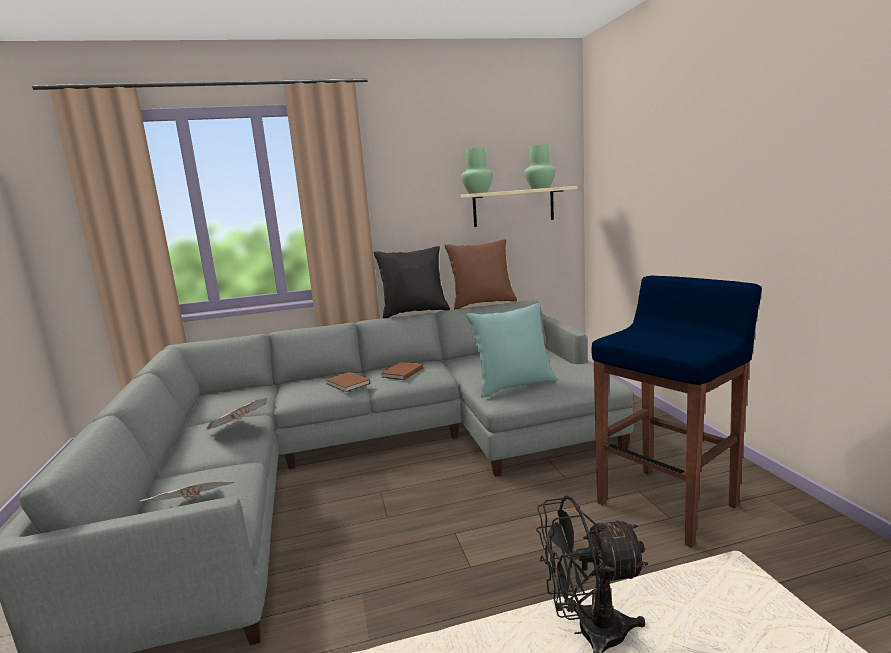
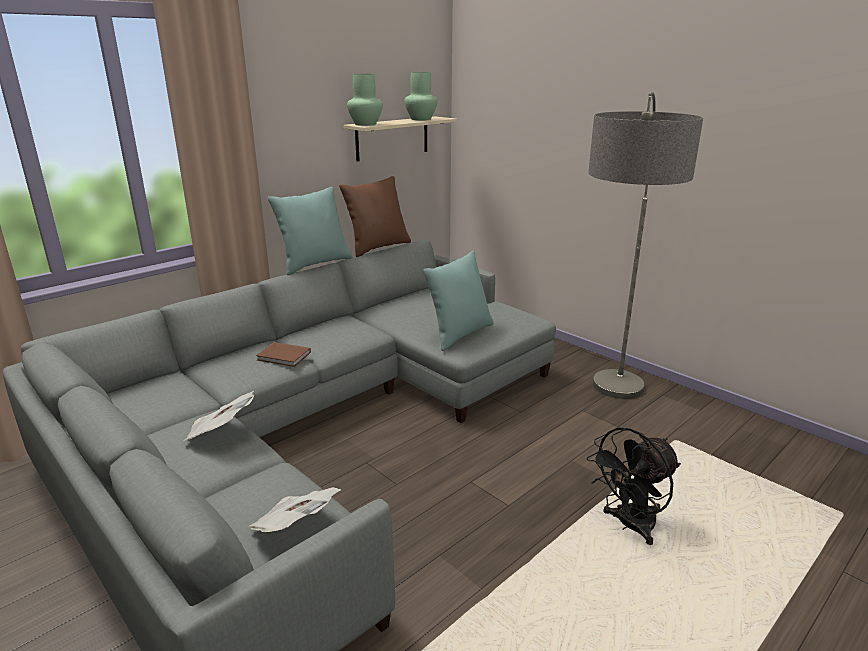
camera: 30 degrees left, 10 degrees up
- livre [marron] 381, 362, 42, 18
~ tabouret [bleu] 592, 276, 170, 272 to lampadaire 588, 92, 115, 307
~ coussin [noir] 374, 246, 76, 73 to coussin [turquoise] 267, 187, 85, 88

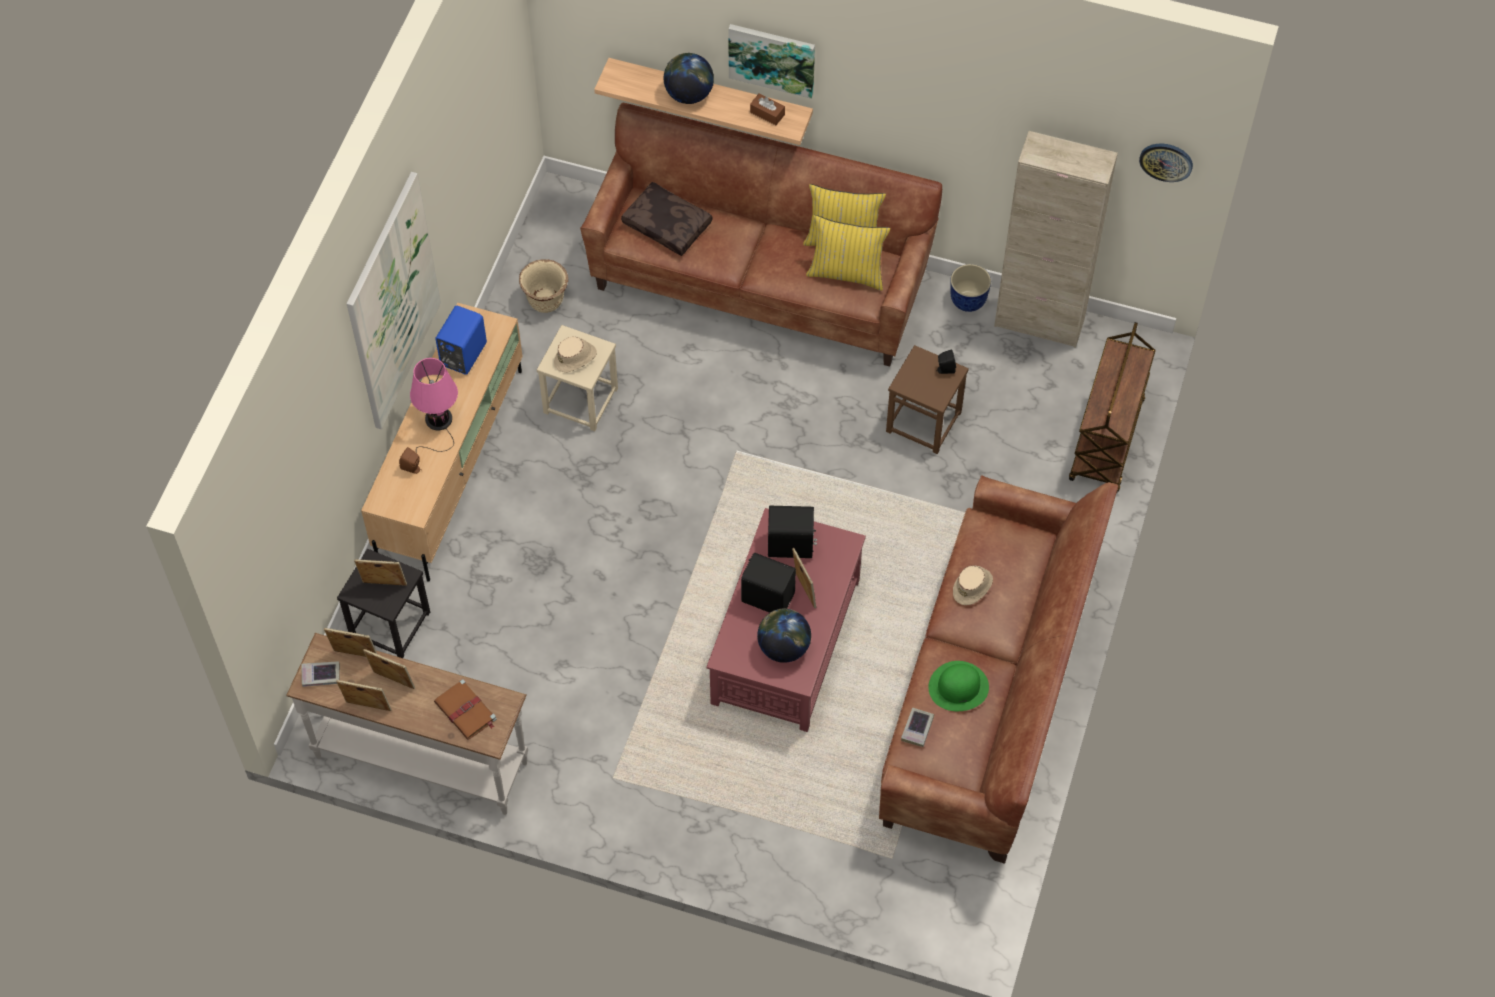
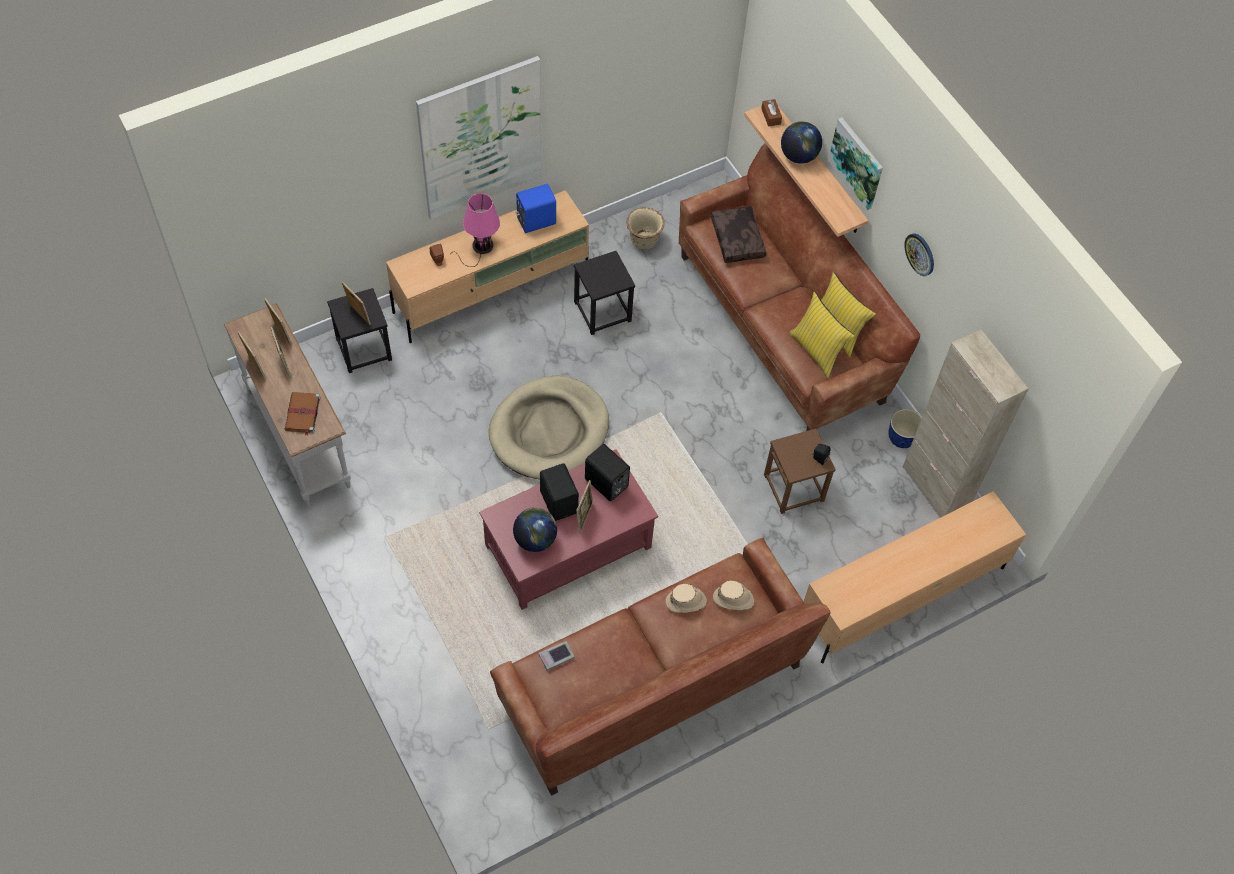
camera: 40 degrees right, 0 degrees up
- livre 302, 661, 38, 26
- chapeau [vert] 928, 661, 61, 50
+ panier pour chien [beige] 489, 376, 120, 103
~ chapeau [beige] 554, 337, 43, 35 to 713, 580, 41, 30
~ boîte à mouchoirs [marron] 750, 93, 35, 32 to 761, 99, 21, 28
~ horloge murale 1139, 144, 54, 38 to 904, 233, 30, 43
~ chariot [marron] 1069, 322, 87, 170 to meuble télé [beige] 803, 491, 223, 172
~ tabouret [beige] 537, 325, 81, 106 to tabouret [noir] 574, 251, 61, 84

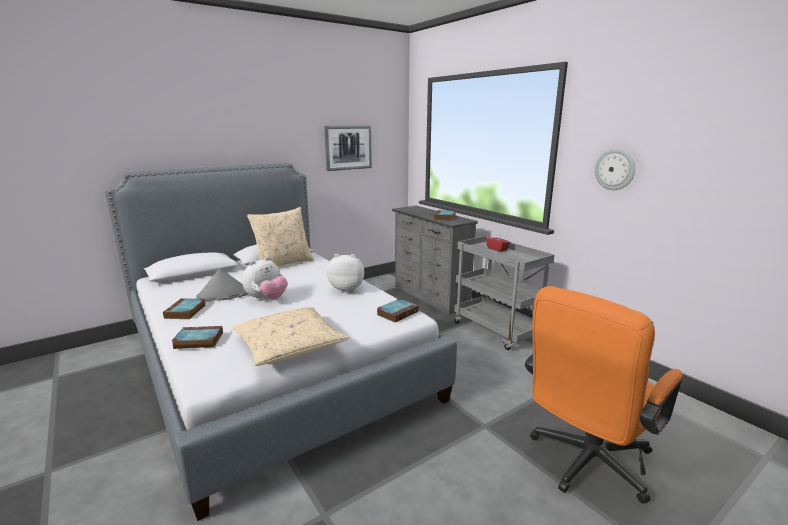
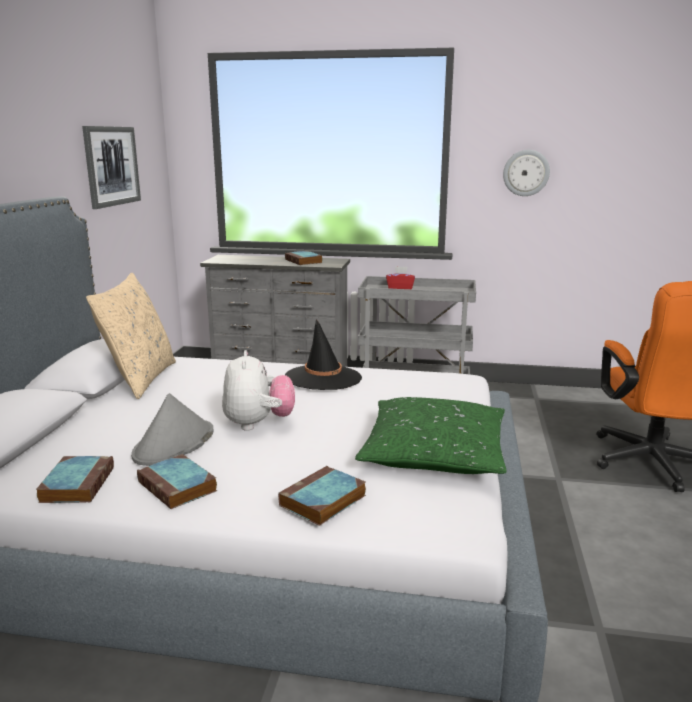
camera: 45 degrees left, 0 degrees up
~ livre 377, 299, 42, 23 to 36, 456, 78, 47
~ peluche 327, 254, 37, 39 to chapeau [noir] 285, 319, 77, 71
~ coussin [beige] 232, 307, 117, 59 to coussin [vert] 355, 397, 152, 77

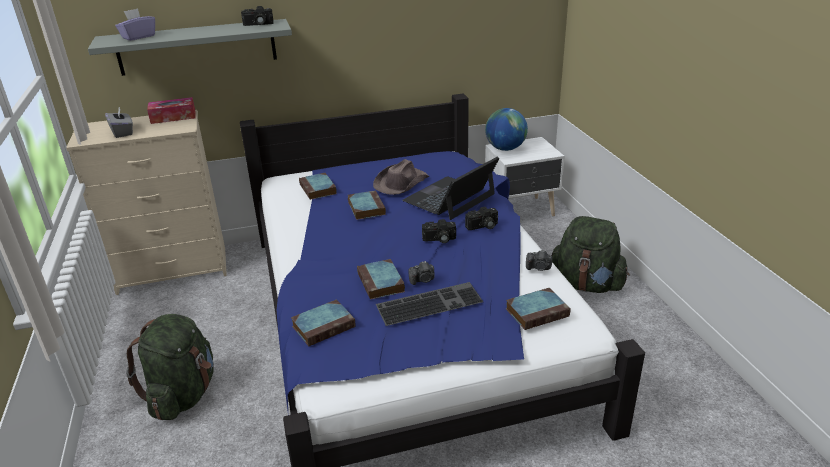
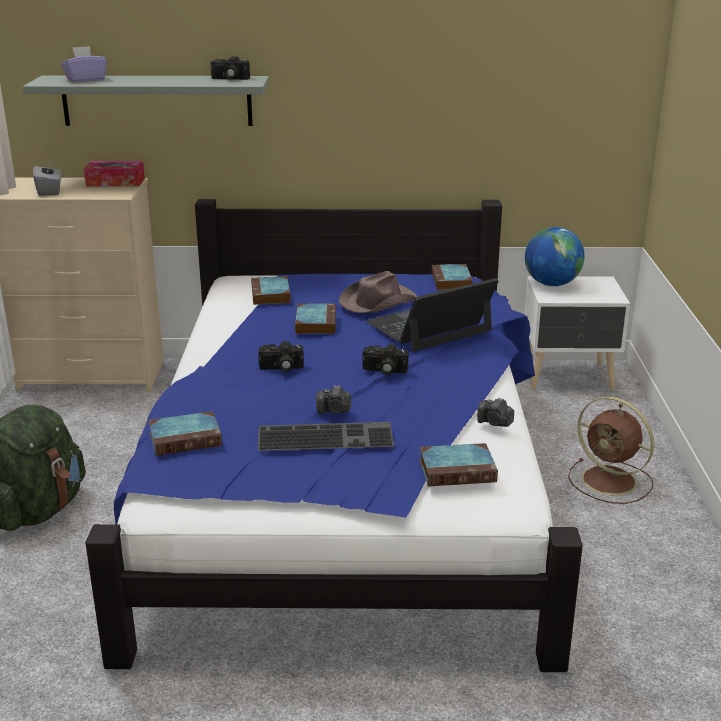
camera: 15 degrees right, 5 degrees down
~ livre 357, 259, 48, 41 to 432, 264, 41, 26
~ appareil photo 465, 207, 33, 23 to 258, 341, 46, 31
~ sac à dos [vert] 551, 216, 79, 77 to ventilateur [marron] 568, 397, 86, 107

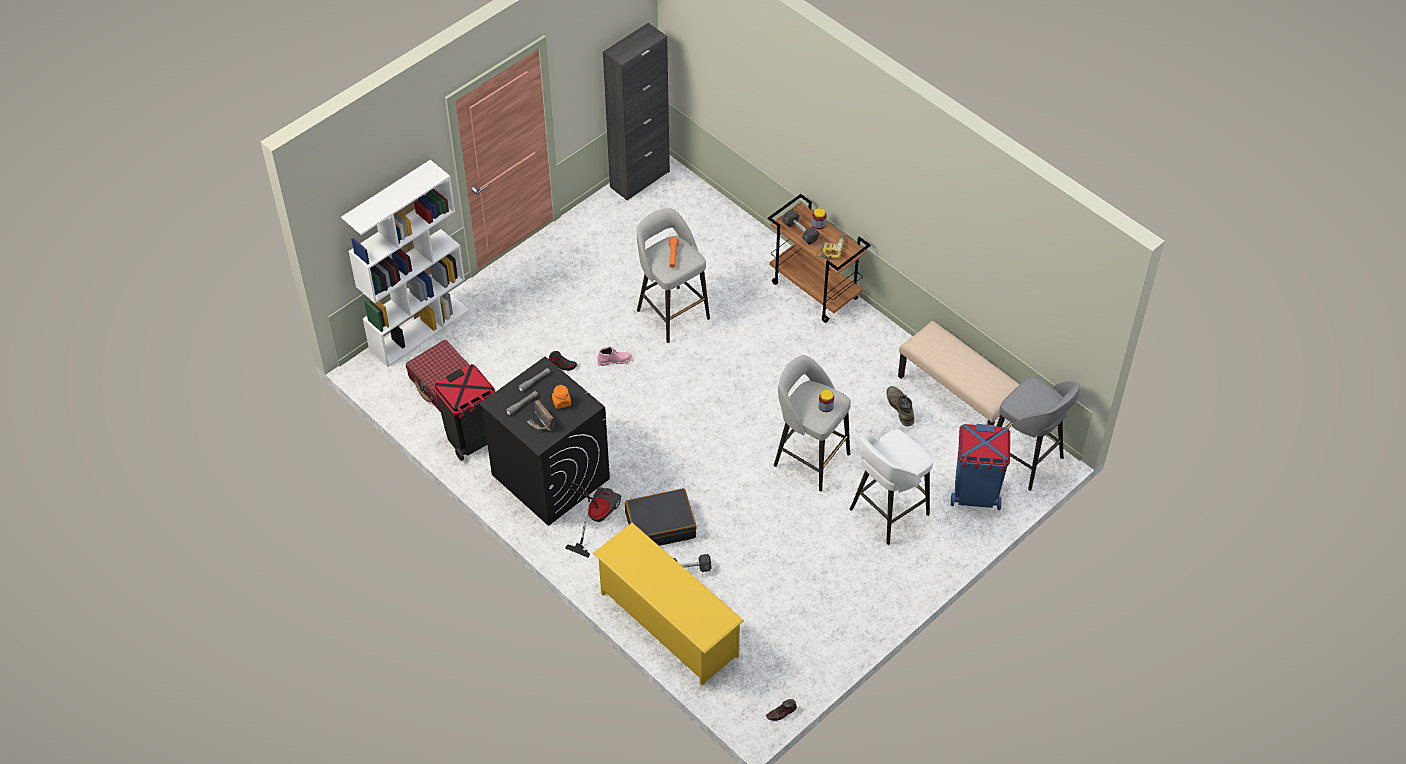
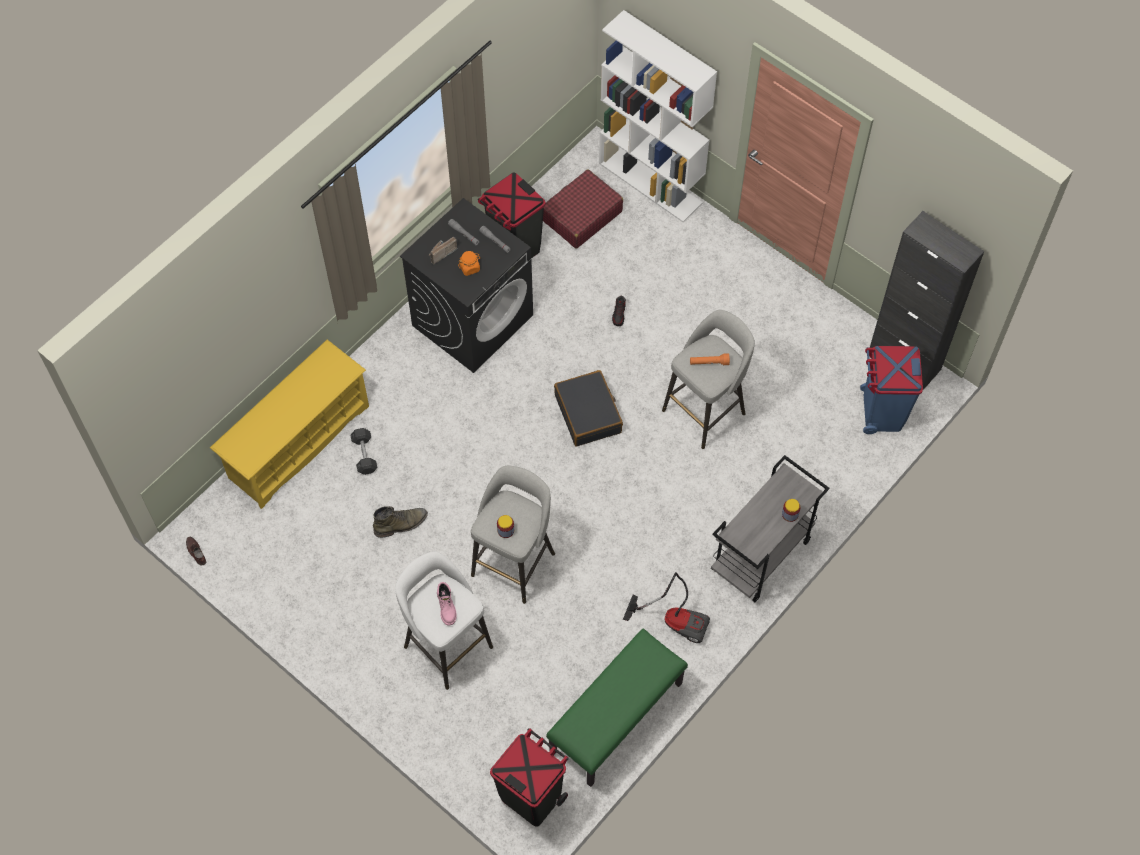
camera: 85 degrees right, 10 degrees up
- haltère [gris] 782, 209, 38, 36
- perceuse 816, 235, 29, 24
~ aspirateur 565, 483, 57, 75 to 623, 572, 87, 71
~ botte [rose] 598, 347, 34, 19 to 437, 582, 20, 43
~ valise [noir] 625, 488, 72, 58 to 554, 370, 69, 77
~ botte [vert] 886, 386, 28, 40 to 373, 506, 55, 32
~ poubelle [bleu] 951, 424, 59, 86 to 860, 346, 63, 88
~ tabouret [gris] 996, 376, 84, 115 to poubelle [noir] 490, 729, 79, 98
~ chariot [marron] 768, 194, 103, 129 to chariot [gris] 711, 455, 118, 147
~ banc [beige] 898, 321, 122, 104 to banc [vert] 546, 629, 142, 158

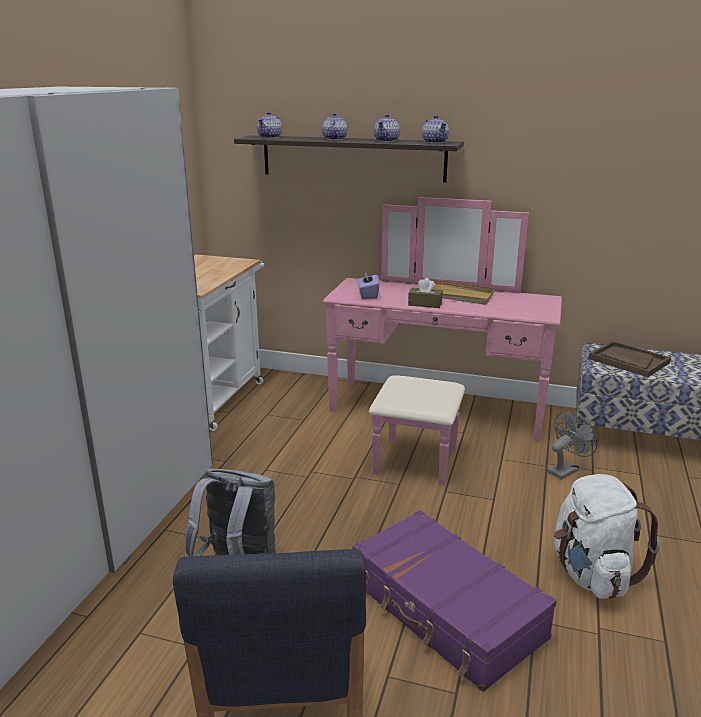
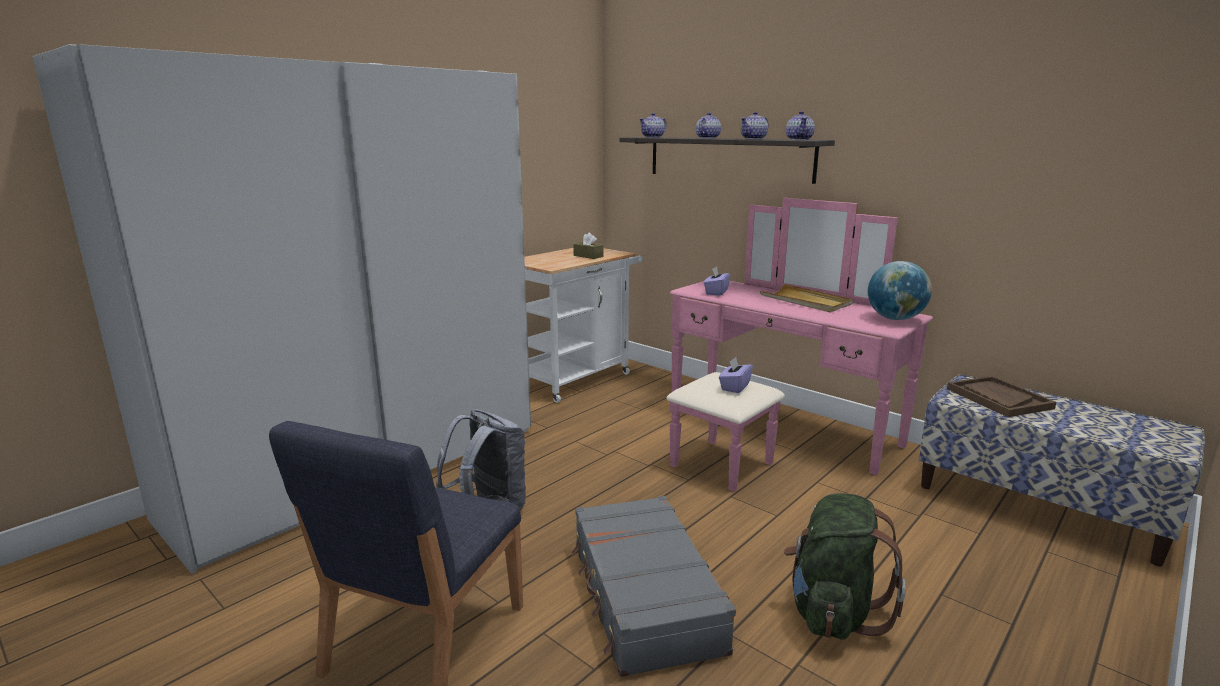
camera: 25 degrees right, 5 degrees down
- ventilateur [gris] 548, 411, 49, 69
+ boîte à mouchoirs [violet] 719, 357, 34, 36
+ globe 868, 261, 64, 59
~ boîte à mouchoirs [marron] 408, 278, 35, 30 to 573, 233, 30, 26
~ valise [violet] 353, 510, 204, 182 to valise [gris] 572, 496, 164, 181
~ sac à dos [blanc] 554, 474, 106, 125 to sac à dos [vert] 784, 493, 122, 147

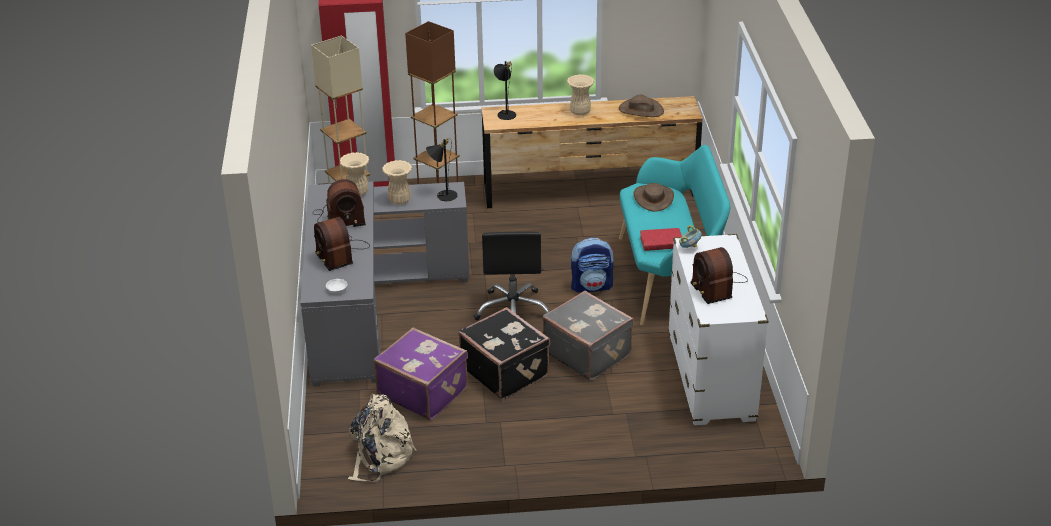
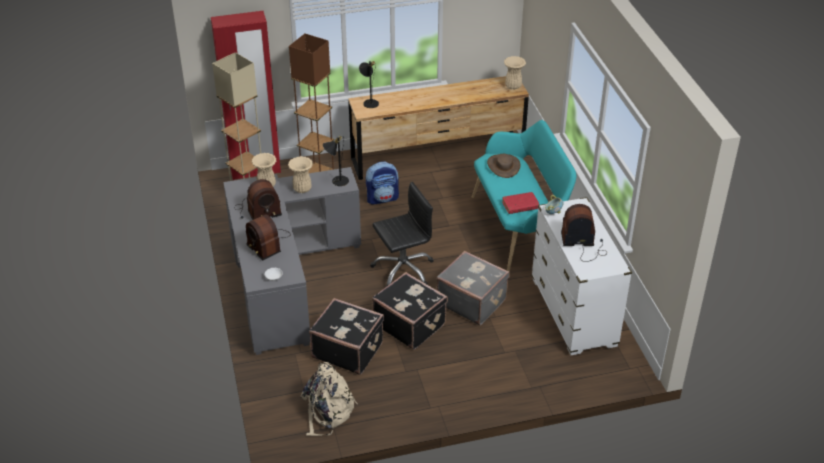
camera: 10 degrees left, 5 degrees up
- chapeau [marron] 619, 94, 45, 23
~ vase [beige] 567, 74, 27, 42 to 504, 56, 22, 33
~ sac à dos 571, 237, 43, 56 to 366, 161, 33, 43
~ valise [violet] 374, 327, 94, 93 to valise [noir] 309, 298, 75, 76
~ chaise de bureau [noir] 474, 231, 76, 89 = 370, 182, 64, 106 105 degrees counterclockwise
~ radio 691, 247, 57, 57 = 561, 204, 46, 58 120 degrees clockwise

